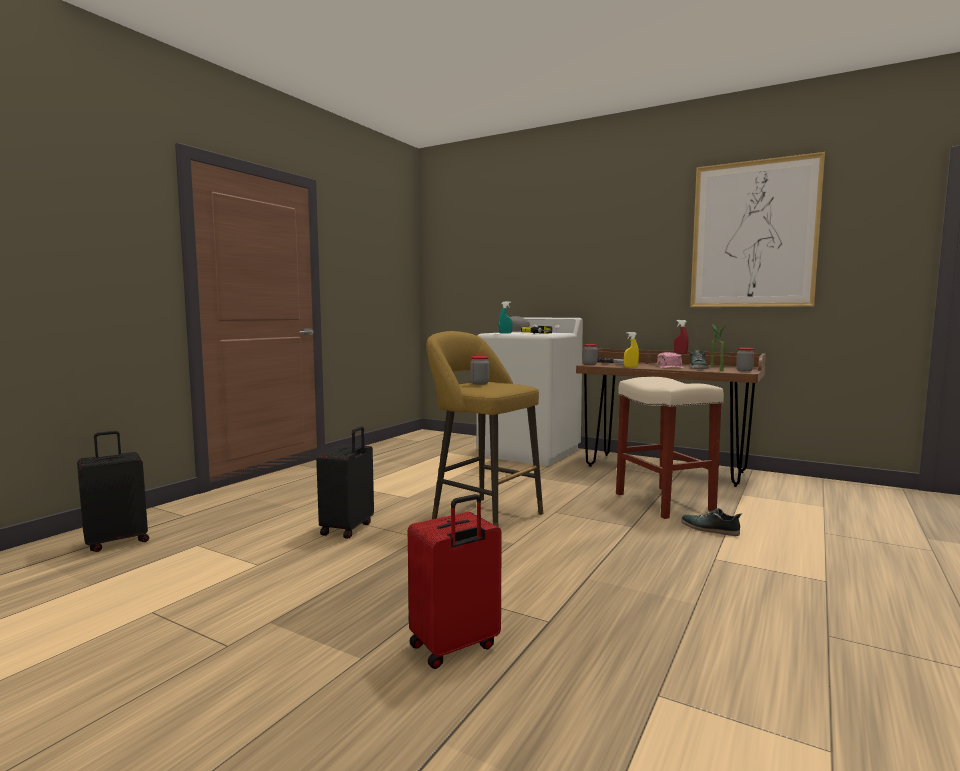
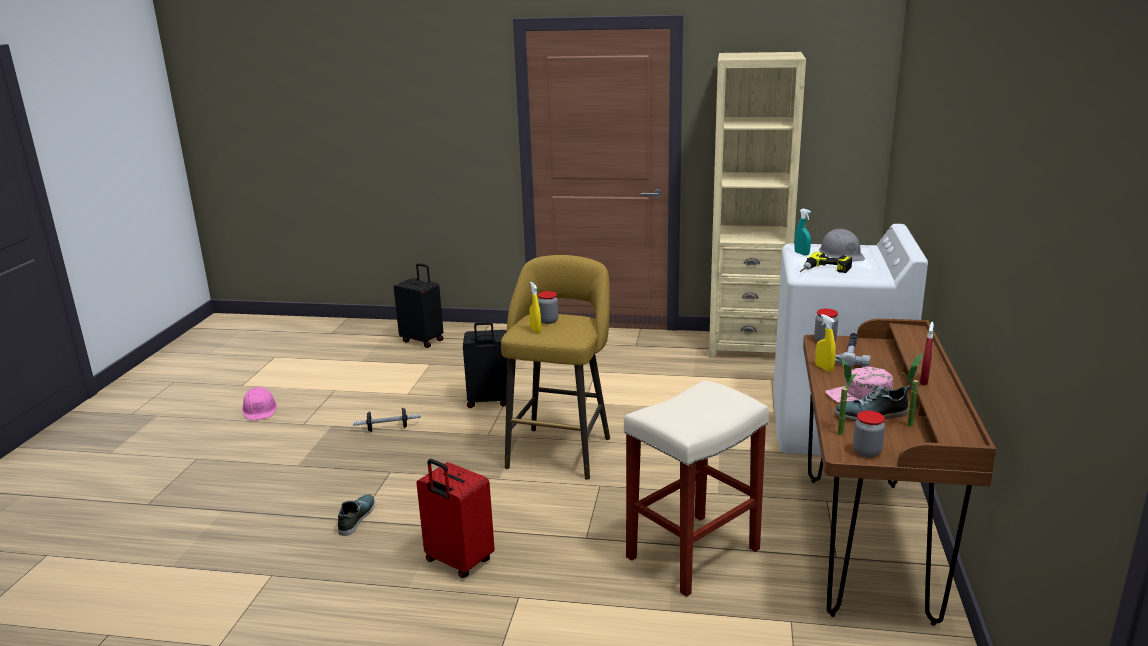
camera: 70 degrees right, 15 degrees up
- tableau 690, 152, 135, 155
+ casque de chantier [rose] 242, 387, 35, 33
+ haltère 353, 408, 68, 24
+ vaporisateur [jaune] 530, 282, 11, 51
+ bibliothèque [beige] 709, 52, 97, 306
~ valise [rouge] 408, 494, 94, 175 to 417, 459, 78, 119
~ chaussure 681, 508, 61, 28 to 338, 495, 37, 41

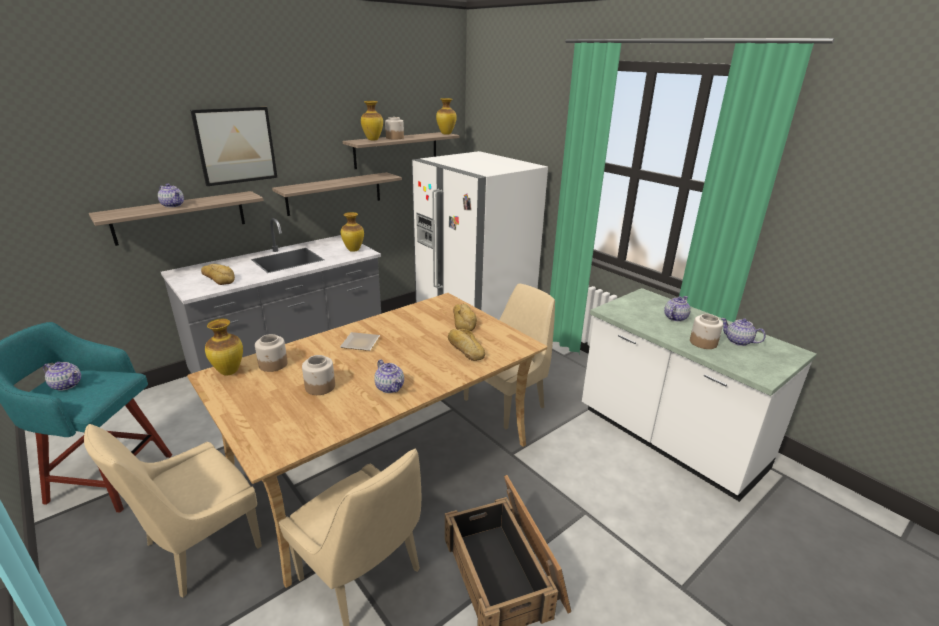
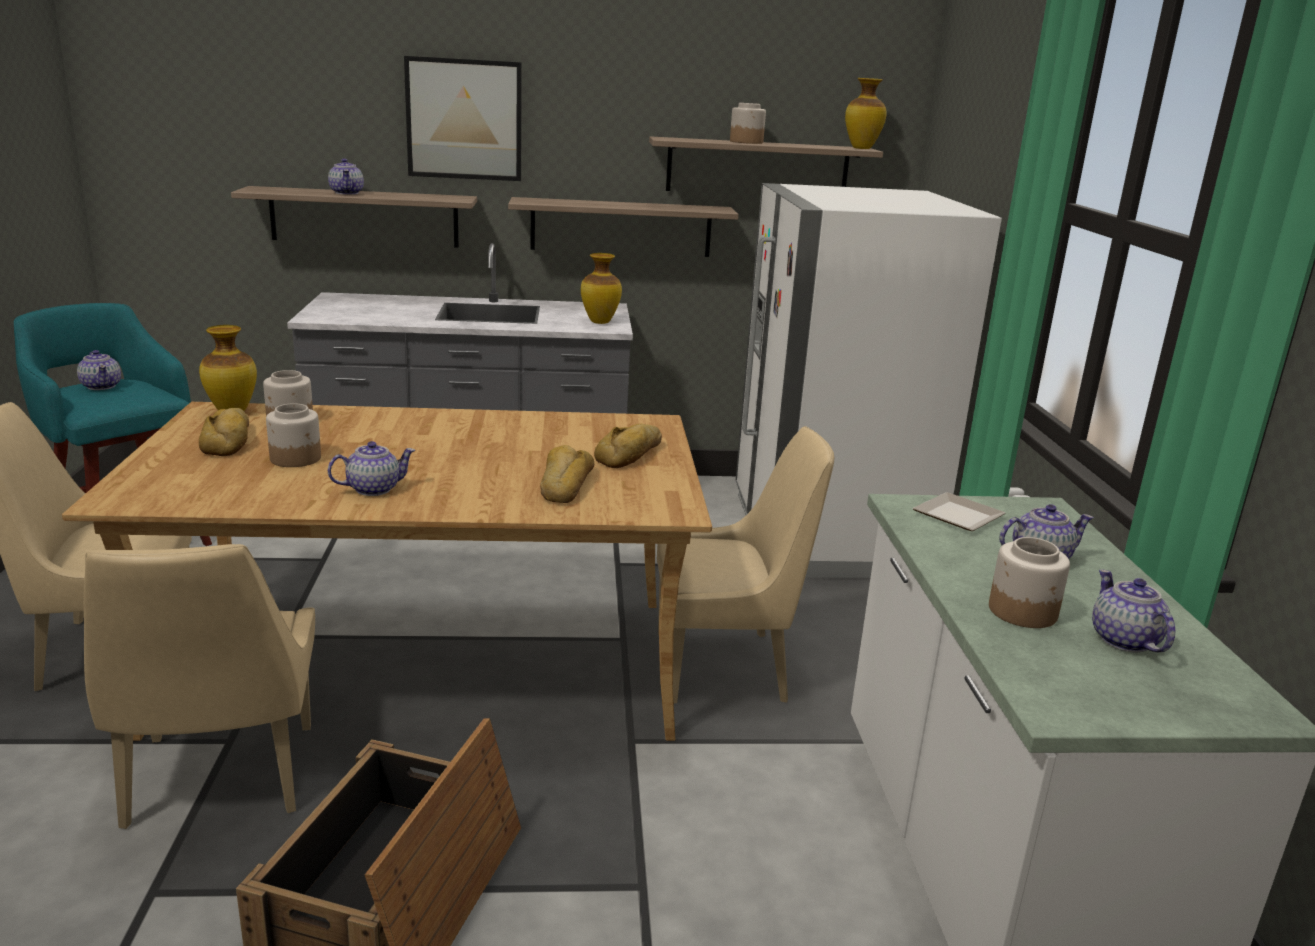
camera: 35 degrees right, 5 degrees down
- vase 361, 101, 22, 39
~ pain 201, 264, 34, 21 to 199, 408, 50, 48
~ assiette 340, 332, 40, 19 to 912, 492, 93, 39
~ théière 374, 359, 30, 34 = 328, 441, 88, 55 120 degrees counterclockwise

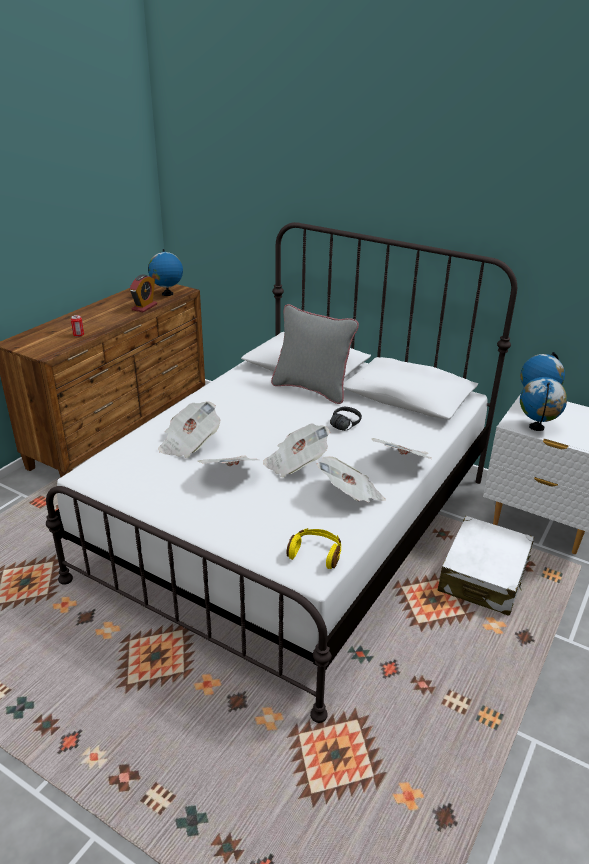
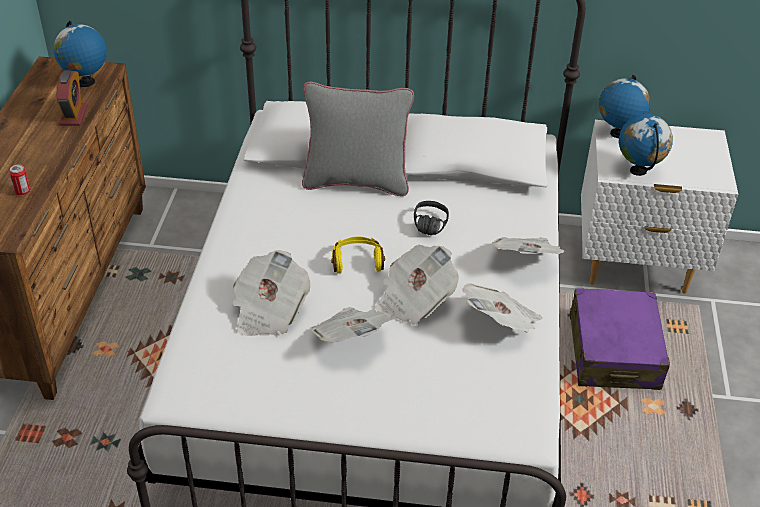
camera: 25 degrees left, 10 degrees up
~ casque audio [jaune] 287, 528, 54, 41 to 331, 237, 54, 37
~ valise [blanc] 437, 516, 97, 100 to valise [violet] 570, 288, 100, 102

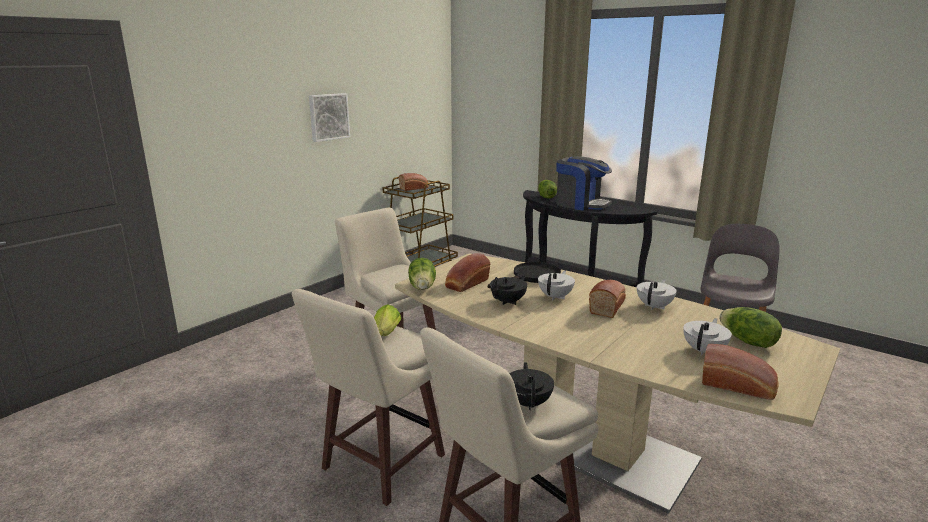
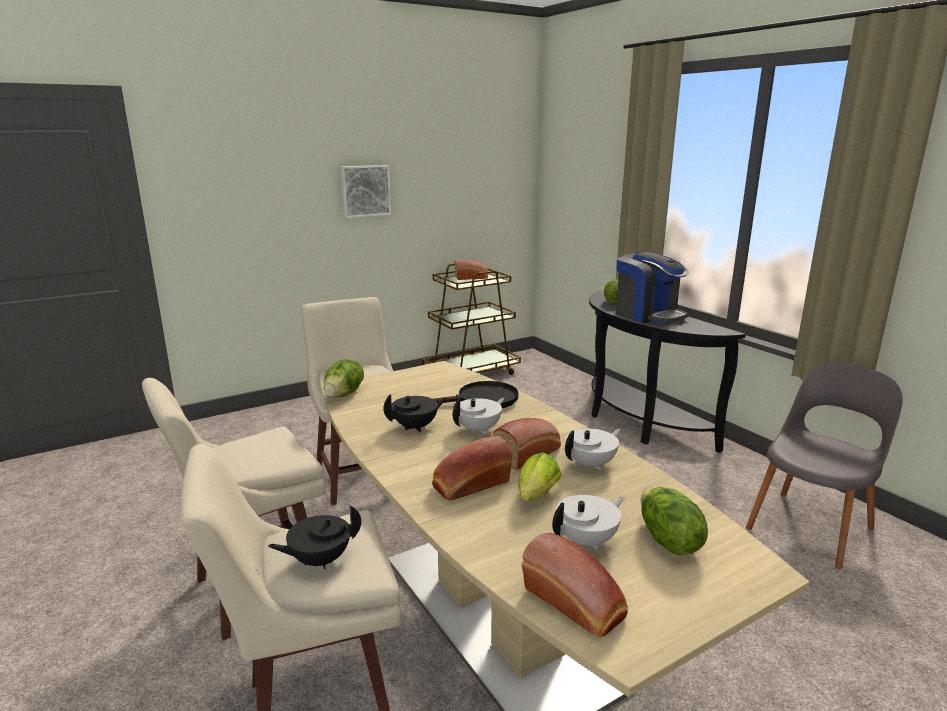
camera: 20 degrees right, 0 degrees up
~ laitue 374, 304, 27, 32 to 518, 452, 43, 49
~ pain 445, 253, 45, 39 to 432, 436, 80, 64
~ théière [noir] 509, 362, 45, 48 = 268, 505, 93, 64 135 degrees counterclockwise

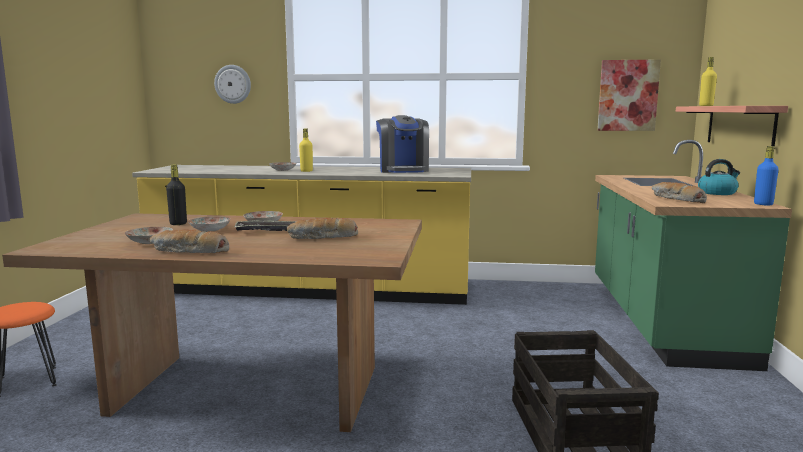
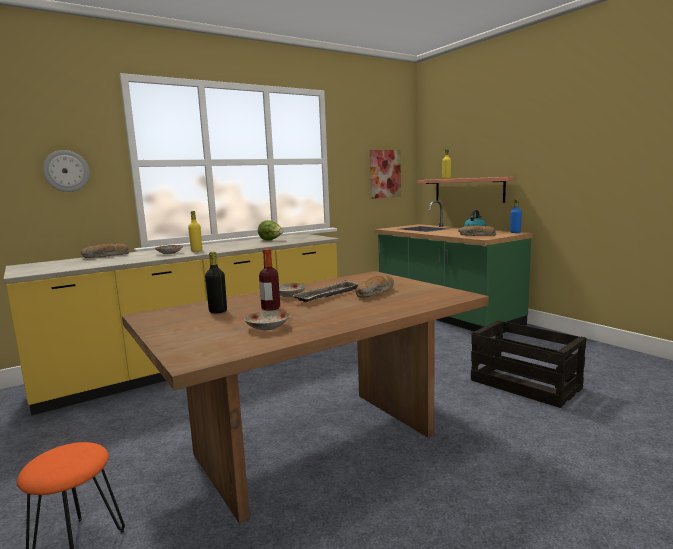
camera: 40 degrees left, 0 degrees up
~ pain 150, 229, 79, 24 to 80, 243, 49, 15
~ assiette 188, 216, 42, 16 to bouteille 259, 249, 21, 62
~ machine à café 376, 115, 53, 58 to laitue 258, 220, 25, 21

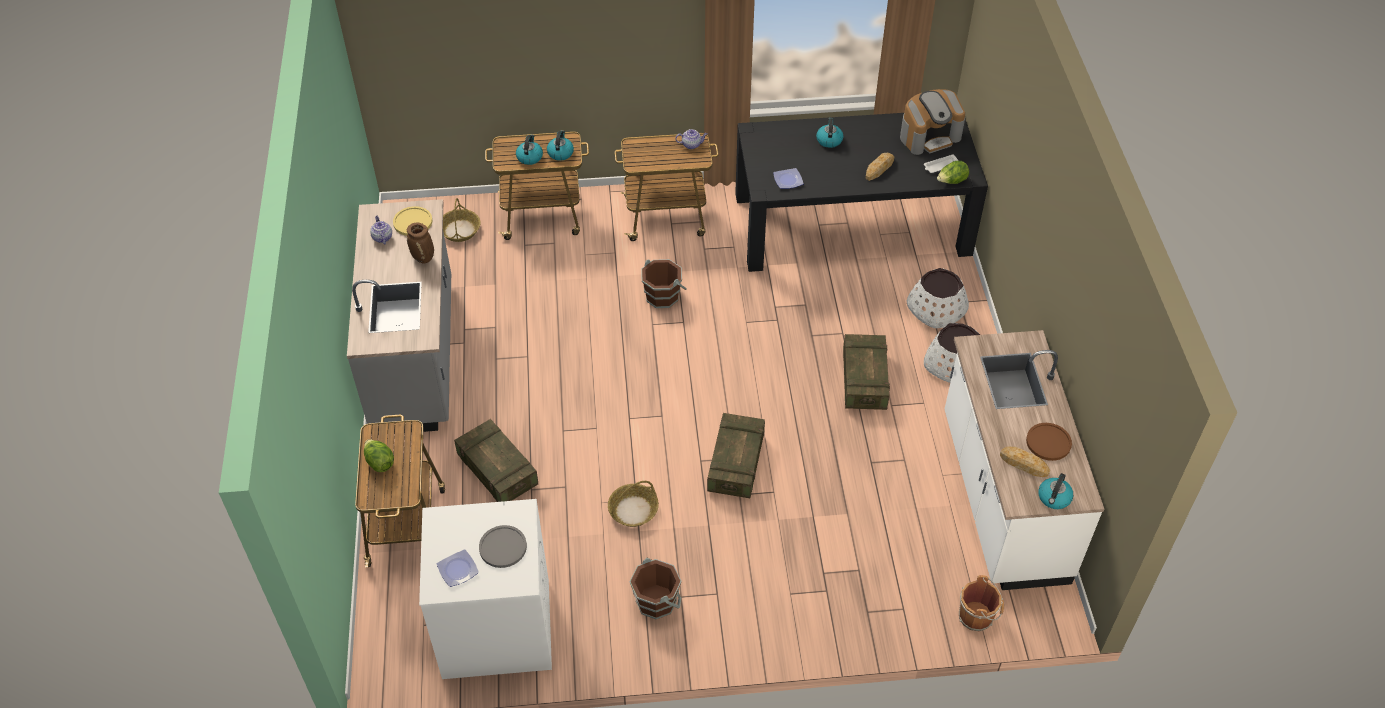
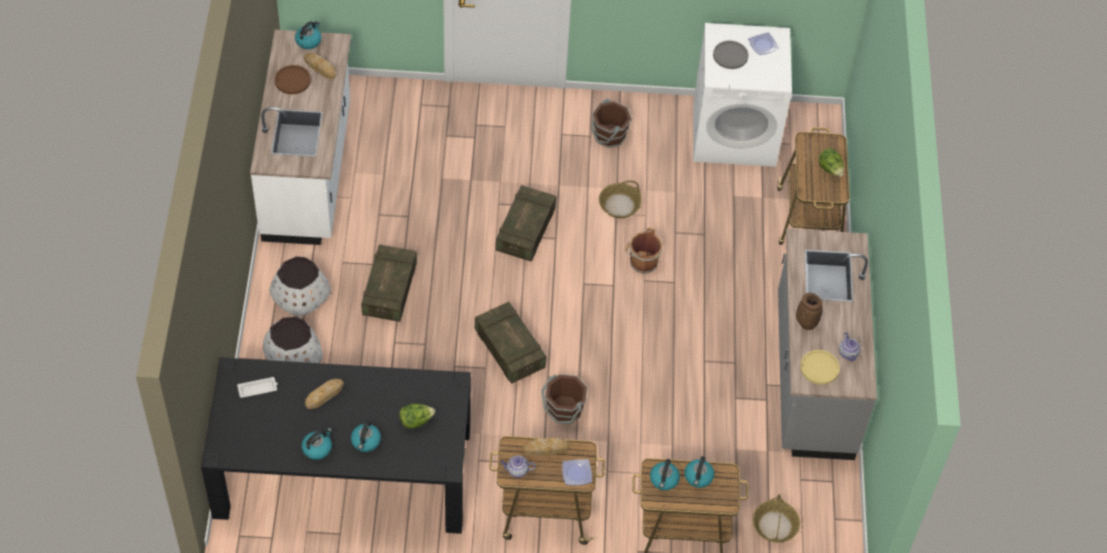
camera: 175 degrees left, 5 degrees up
- machine à café 900, 89, 65, 66
+ bouilloire 302, 428, 30, 32
+ pain 524, 437, 46, 19
~ caisse 454, 419, 84, 83 to 475, 302, 71, 82
~ assiette 773, 168, 31, 21 to 562, 459, 30, 27
~ laitue 937, 161, 32, 23 to 399, 404, 36, 25
~ seau [marron] 959, 575, 45, 56 to 625, 228, 38, 46

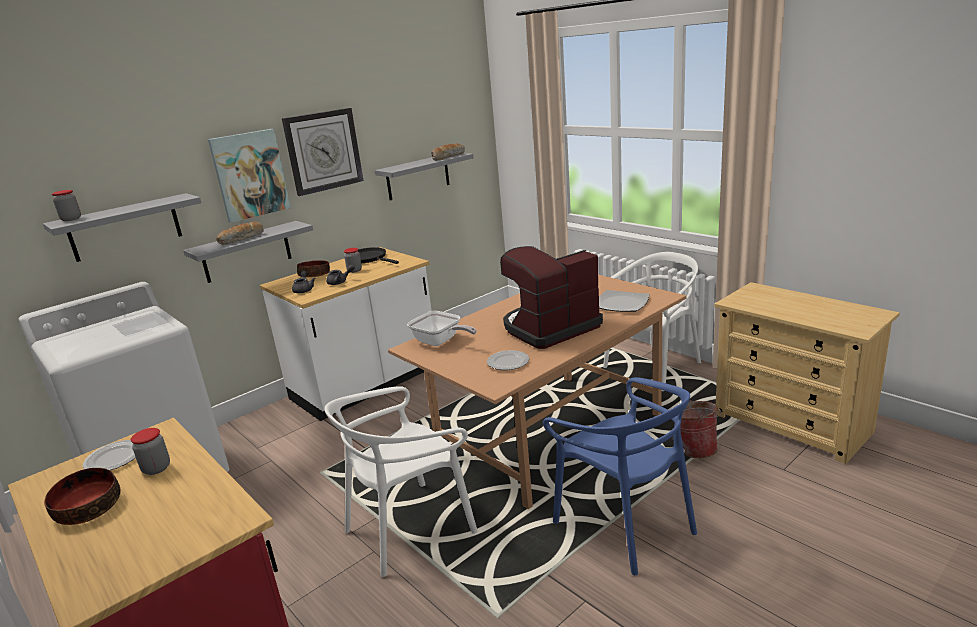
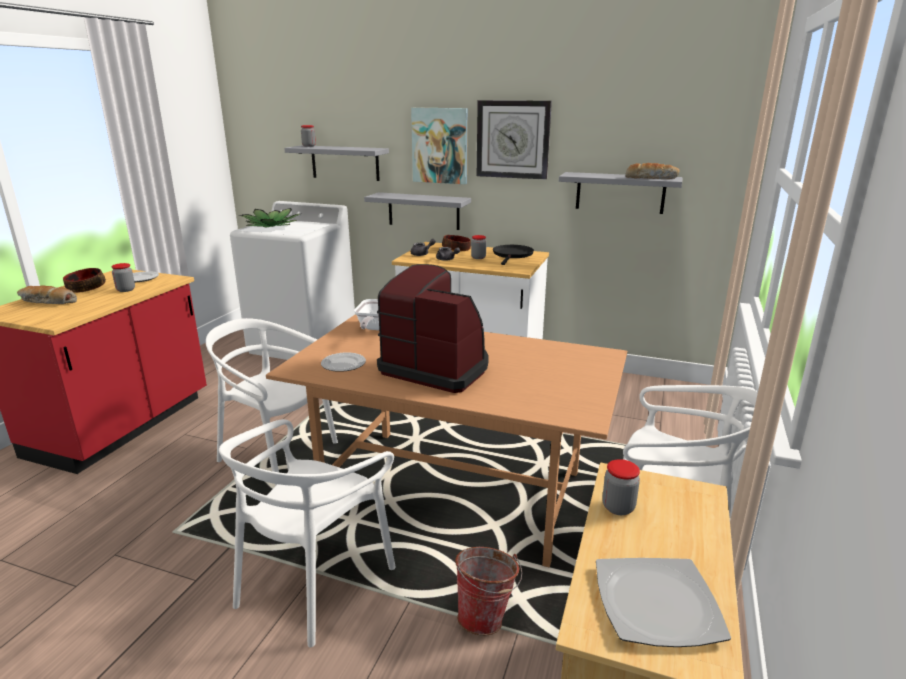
camera: 60 degrees right, 0 degrees up
+ plante en pot 239, 208, 63, 19
+ bocal 602, 459, 38, 56
~ pain 216, 222, 48, 22 to 17, 285, 60, 19
~ assiette 599, 290, 51, 22 to 596, 558, 135, 89
~ chaise [bleu] 543, 377, 154, 198 to chaise [blanc] 219, 419, 177, 228

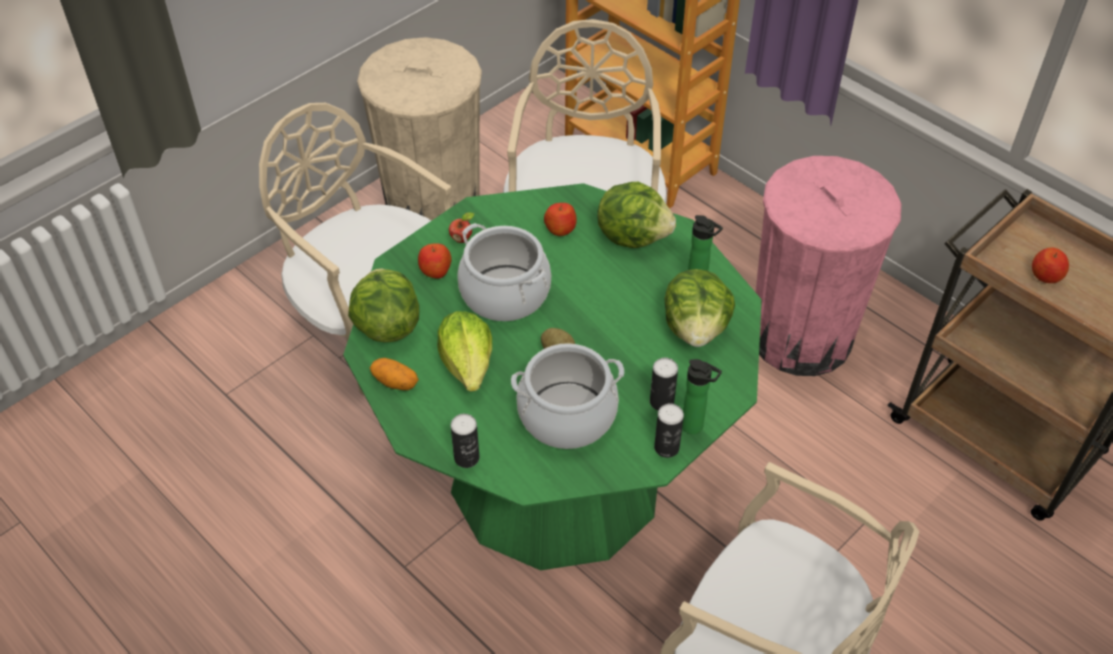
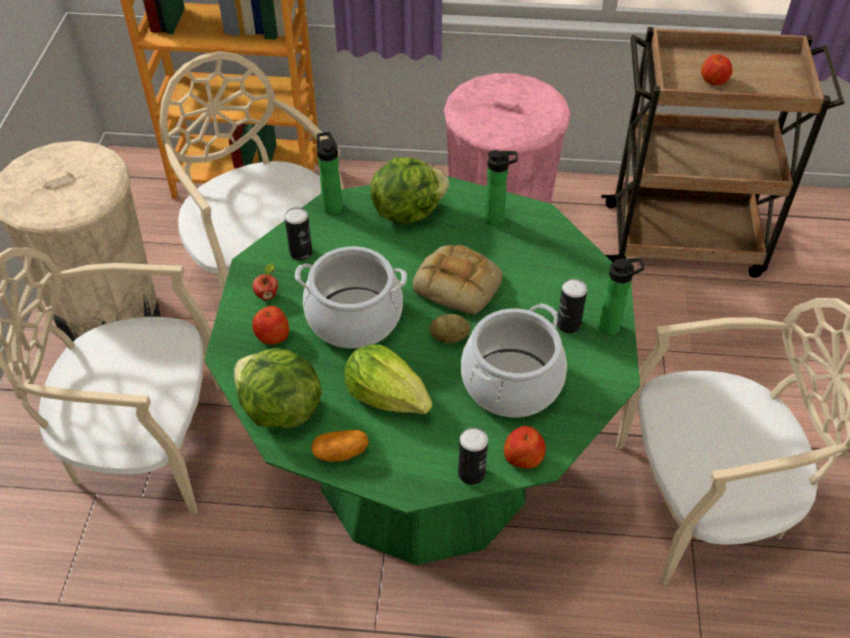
camera: 40 degrees left, 0 degrees up
- laitue 665, 269, 70, 78
+ bouteille 317, 132, 26, 83
+ pain 413, 245, 89, 70
~ pomme 544, 203, 33, 33 to 504, 426, 42, 43
~ boîte métallique 654, 403, 30, 55 to 284, 207, 28, 54

